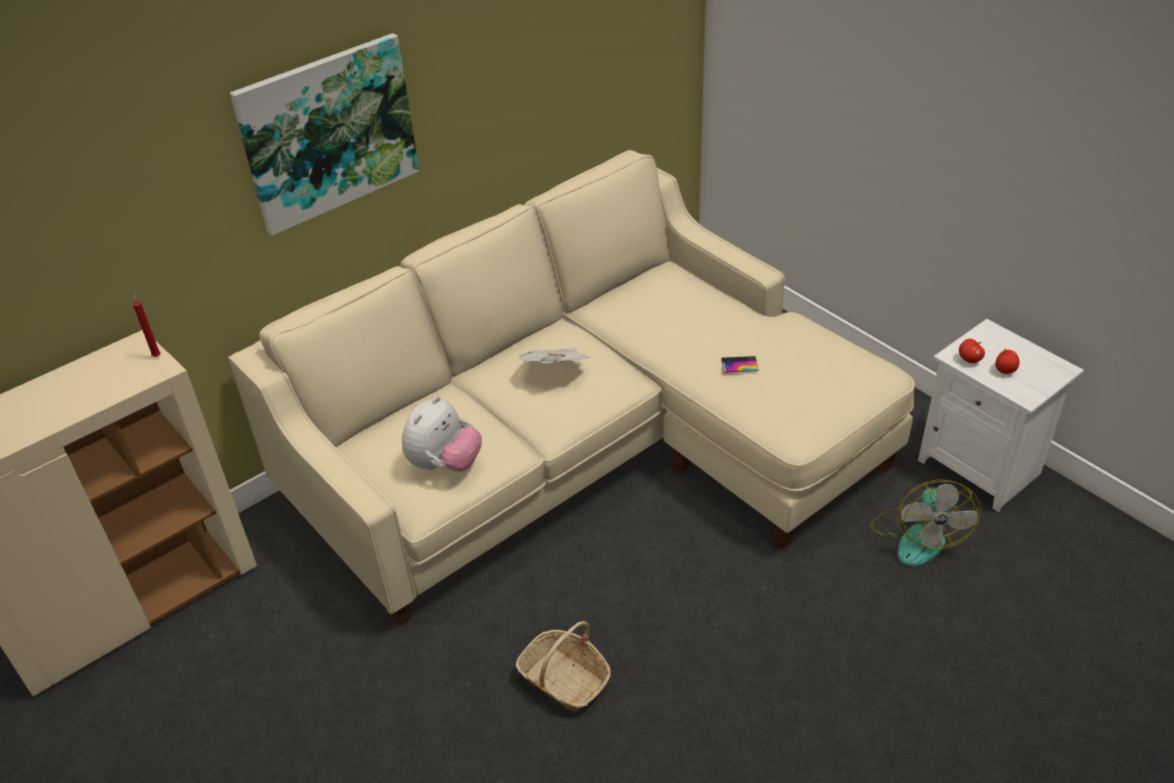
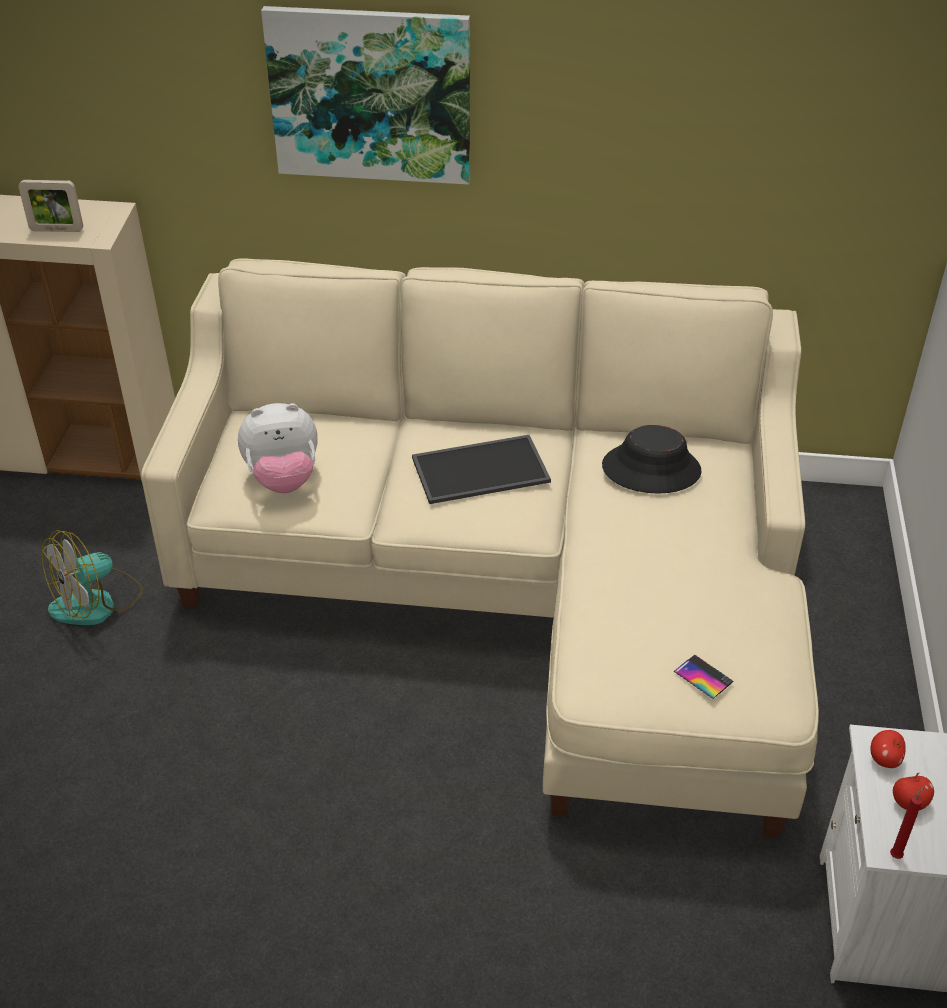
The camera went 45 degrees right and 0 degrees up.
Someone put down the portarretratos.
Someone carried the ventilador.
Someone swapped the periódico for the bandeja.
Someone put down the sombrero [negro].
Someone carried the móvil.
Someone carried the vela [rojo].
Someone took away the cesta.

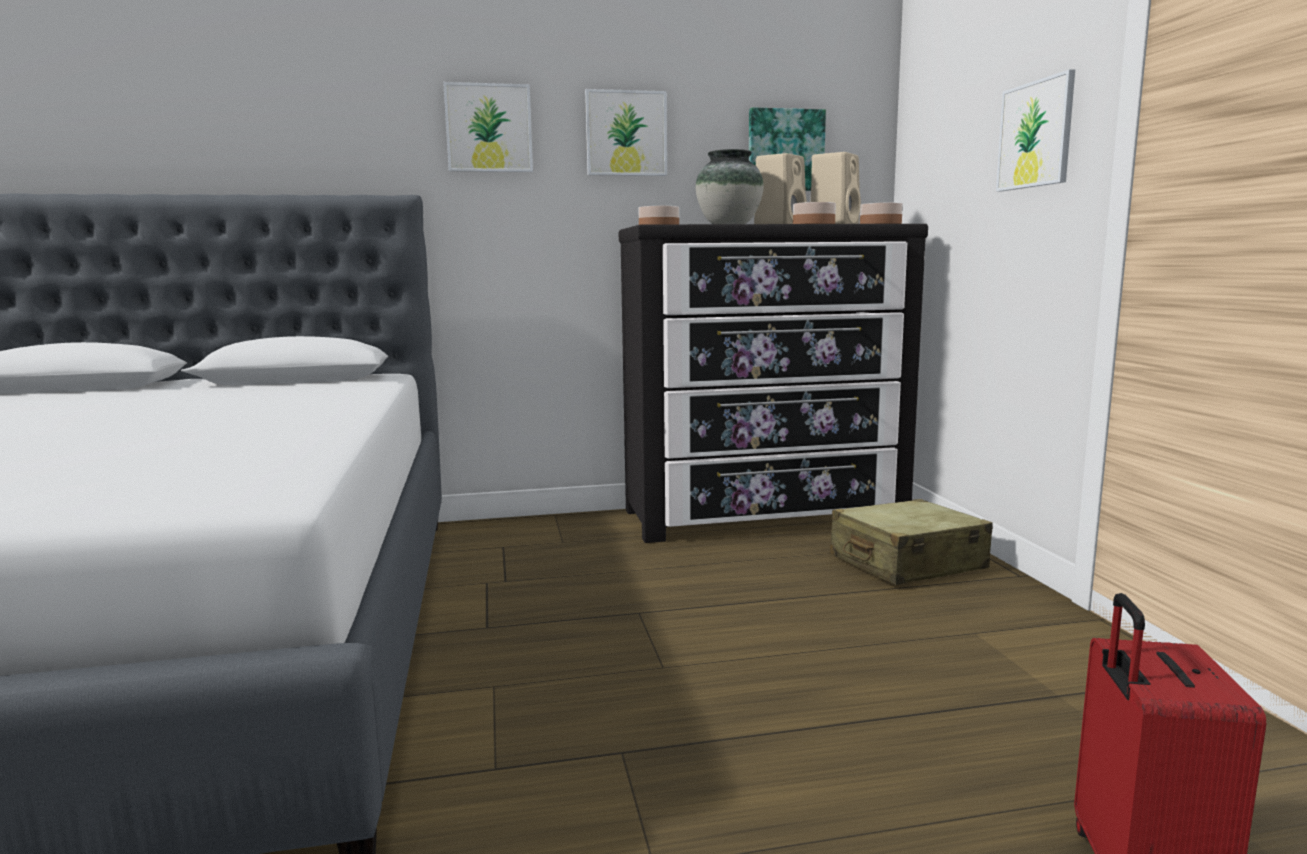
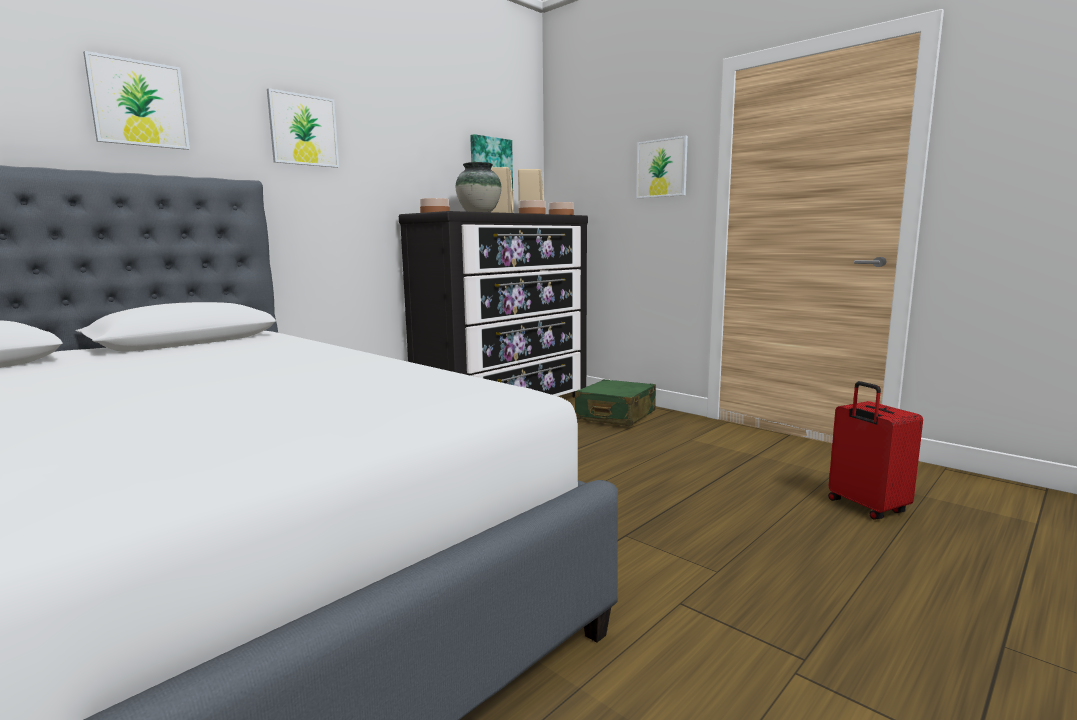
The camera went 35 degrees left and 0 degrees up.
Someone carried the cuadro (2nd from left in the first image).
Someone repainted the maleta [beis], which became the maleta [verde].

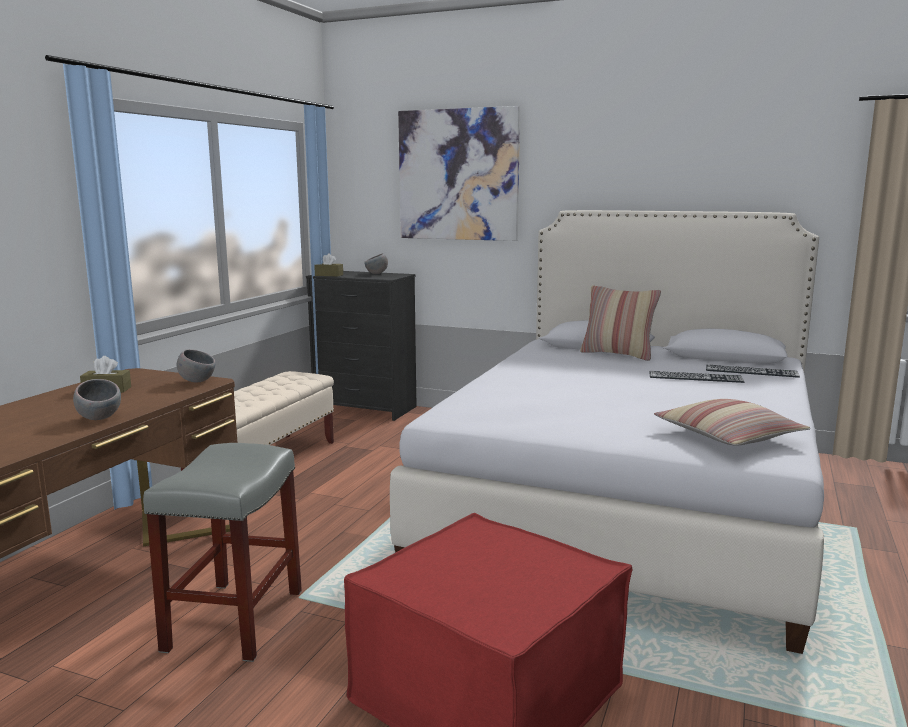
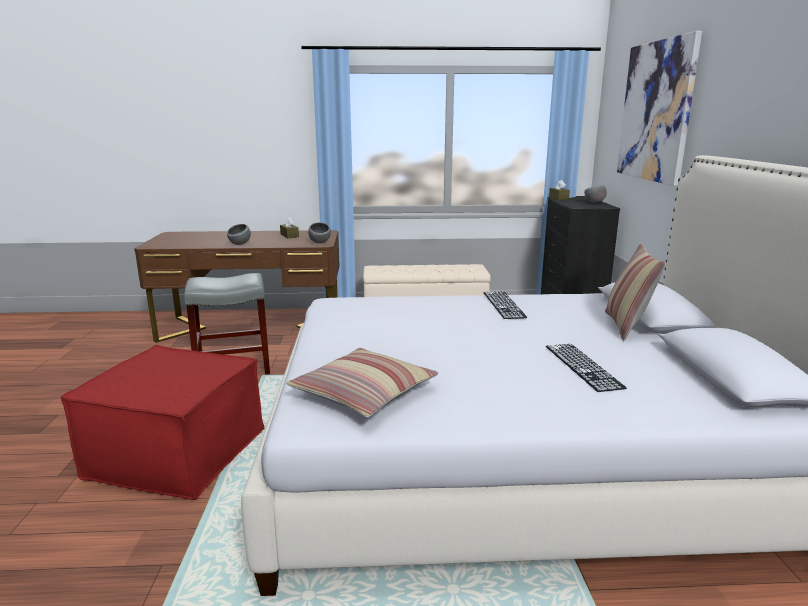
The camera went 65 degrees right and 5 degrees up.
Someone carried the teclado (2nd from left in the first image).

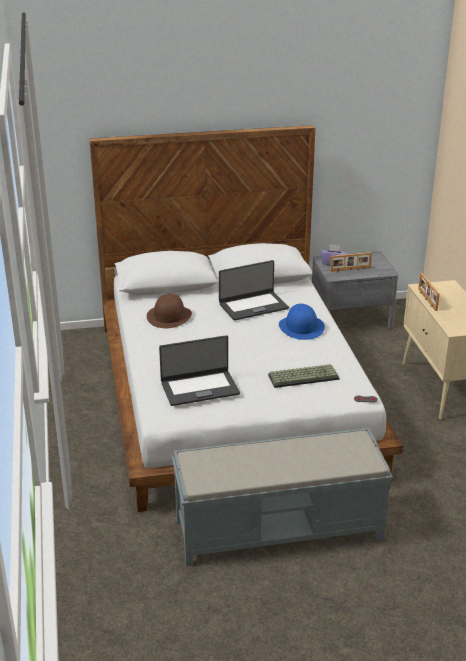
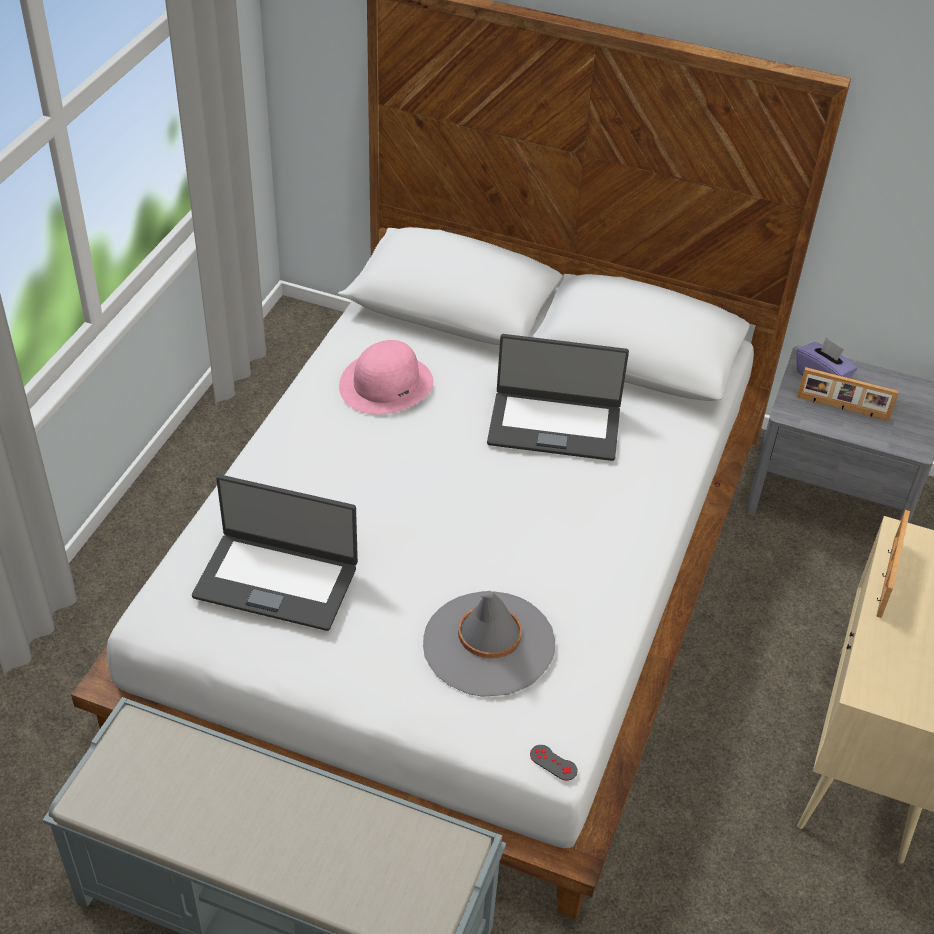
The camera went 30 degrees right and 15 degrees up.
Someone repainted the sombrero [marrón], which became the sombrero [rosa].
Someone swapped the teclado for the sombrero [gris].
Someone took away the sombrero [azul].

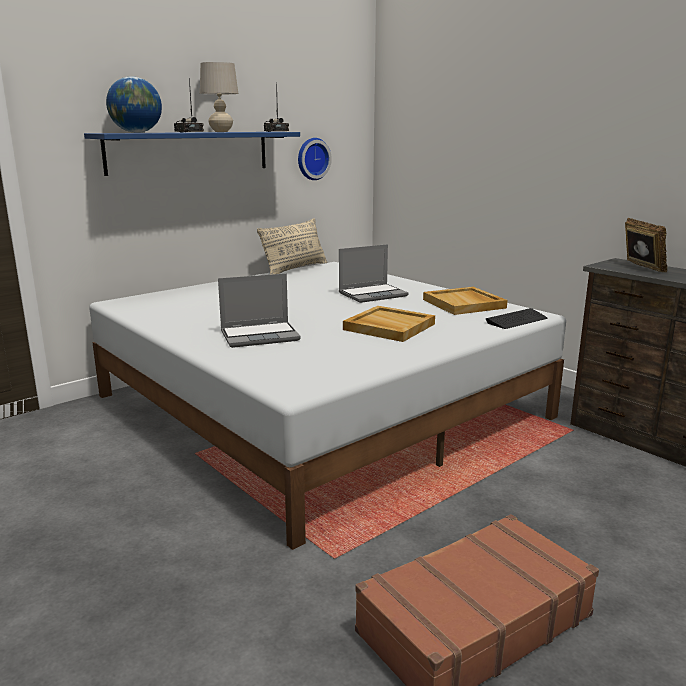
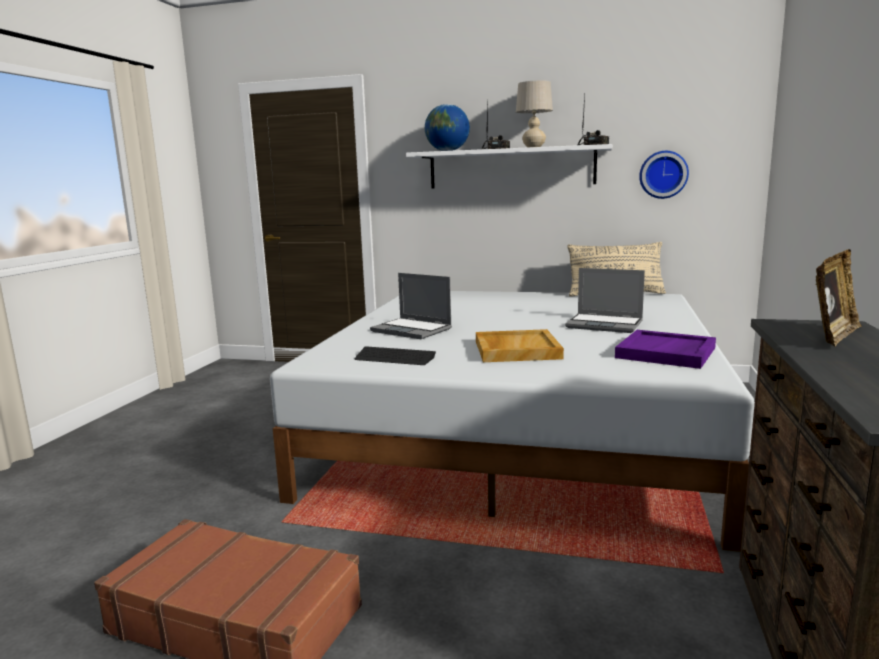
The camera went 55 degrees right and 5 degrees down.
Someone carried the teclado.
Someone repainted the estante [azul], which became the estante [blanco].
Someone repainted the bandeja [beis] (2nd from left), which became the bandeja [morado].

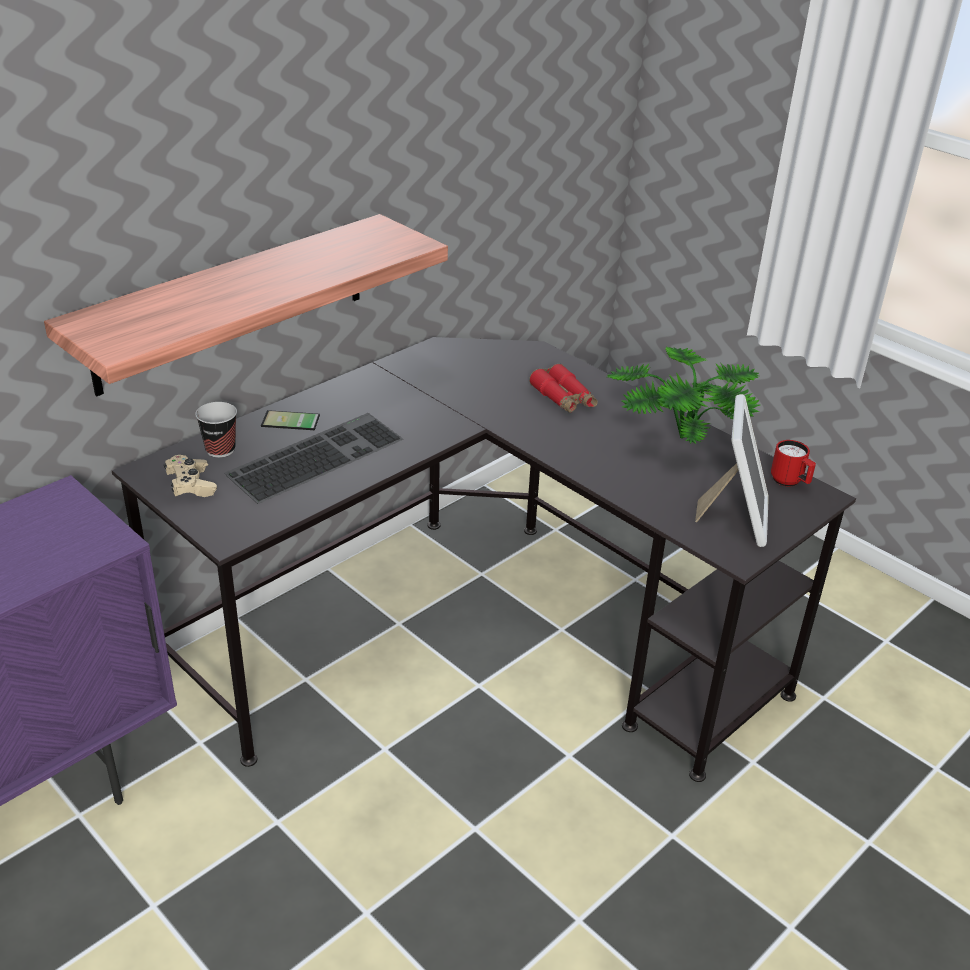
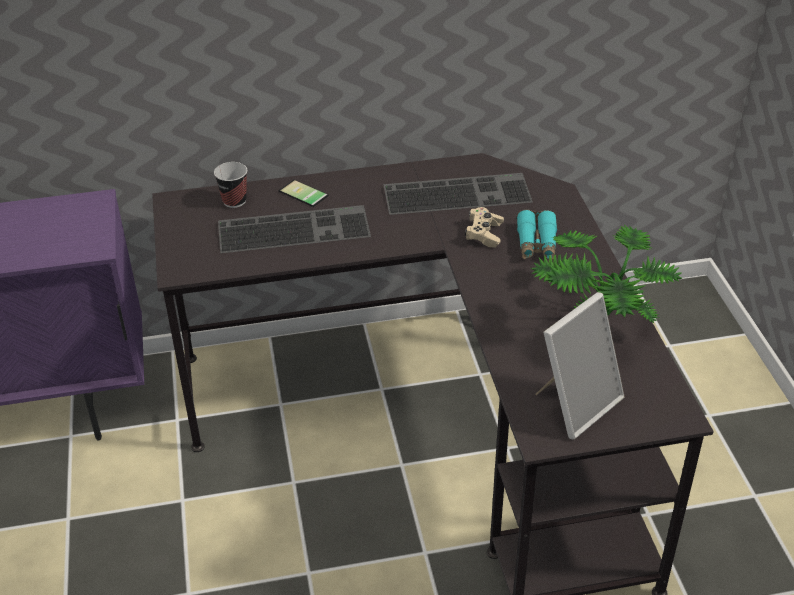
The camera went 35 degrees right and 5 degrees up.
Someone put down the teclado (2nd from left).
Someone carried the mando de consola [beis].
Someone repainted the prismáticos [rojo], which became the prismáticos [turquesa].
Someone took away the estante.
Someone took away the taza grande [rojo].

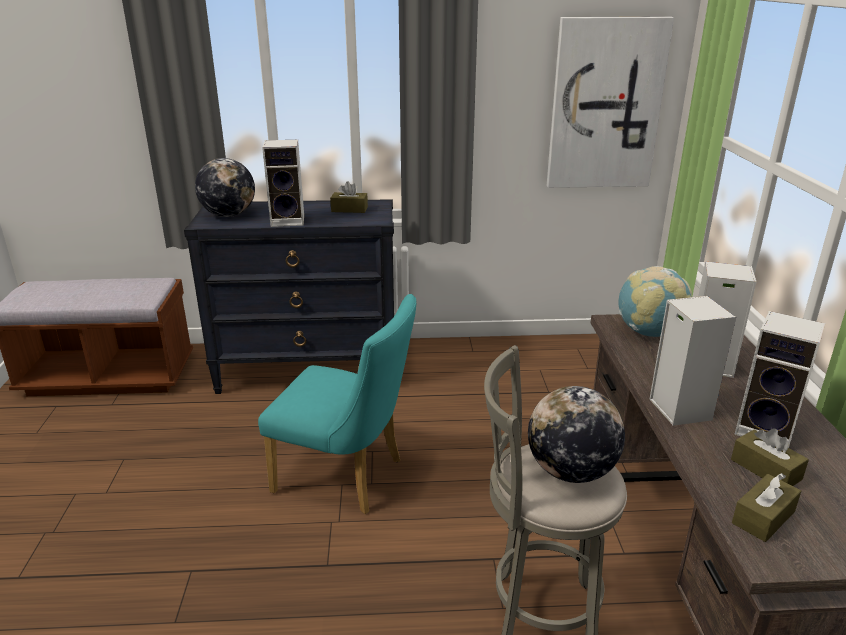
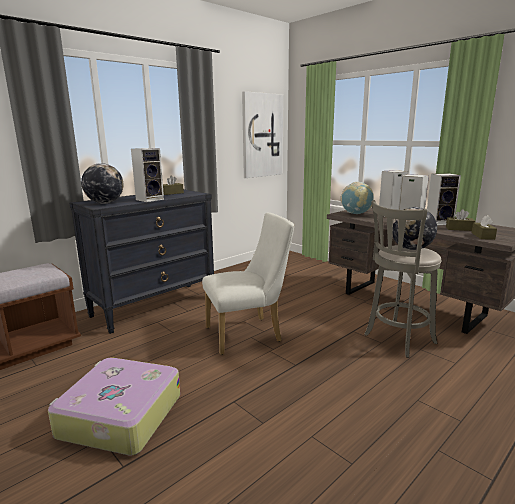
The camera went 40 degrees left and 10 degrees down.
Someone put down the maleta.
Someone repainted the silla [turquesa], which became the silla [blanco].

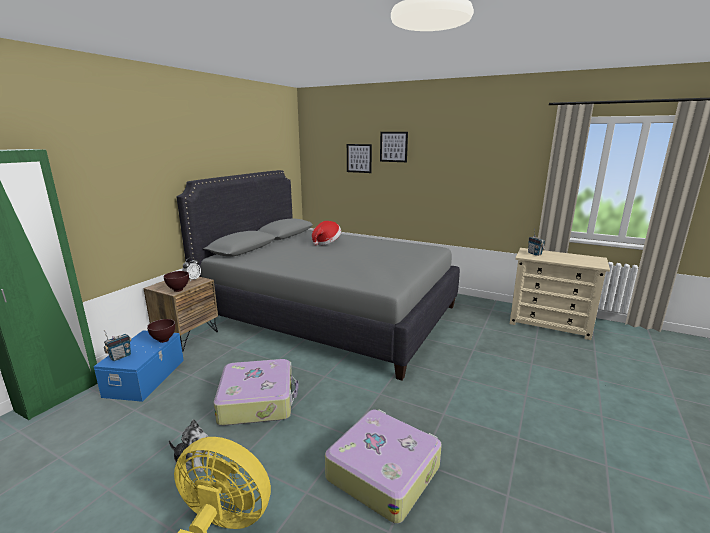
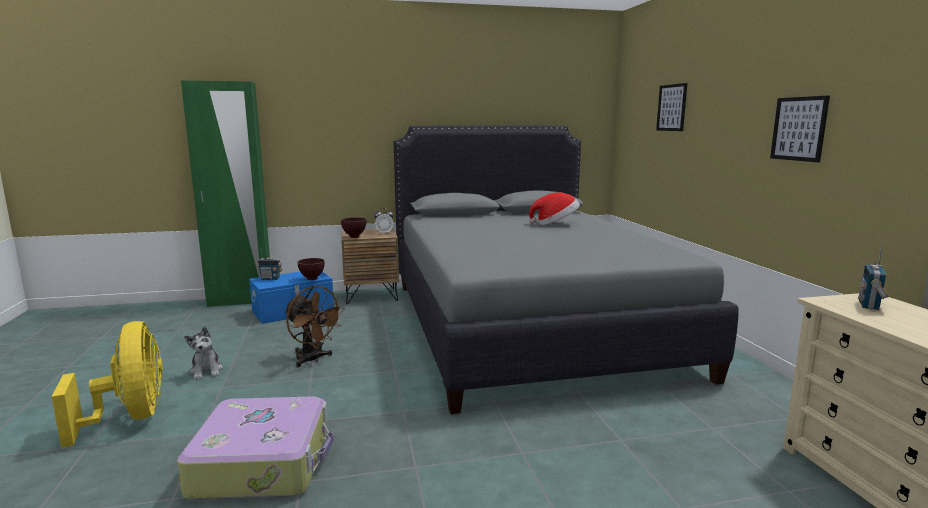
The camera went 50 degrees right and 5 degrees down.
Someone swapped the maleta (1st from left) for the ventilador [marrón].
Someone carried the cuadro (2nd from left).

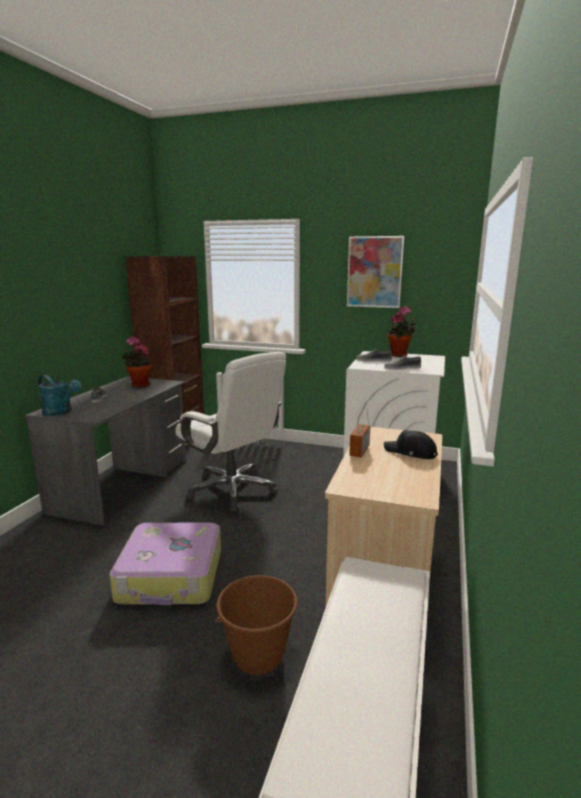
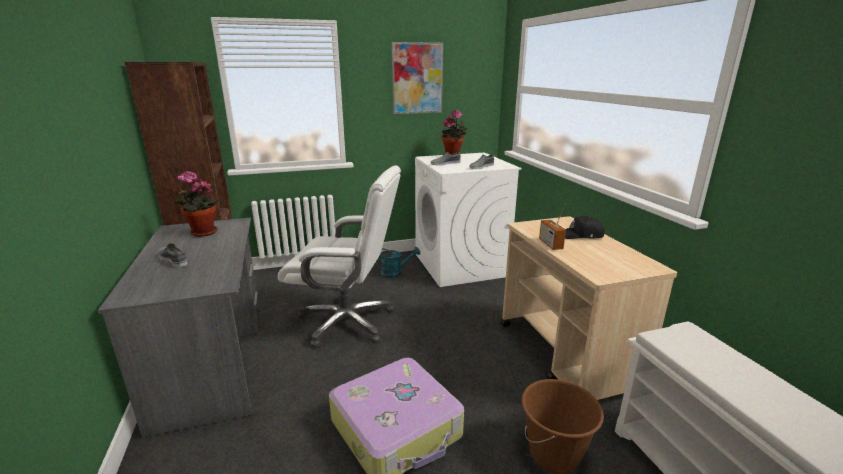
The camera went 35 degrees left and 5 degrees up.
Someone carried the regadera [turquesa].

